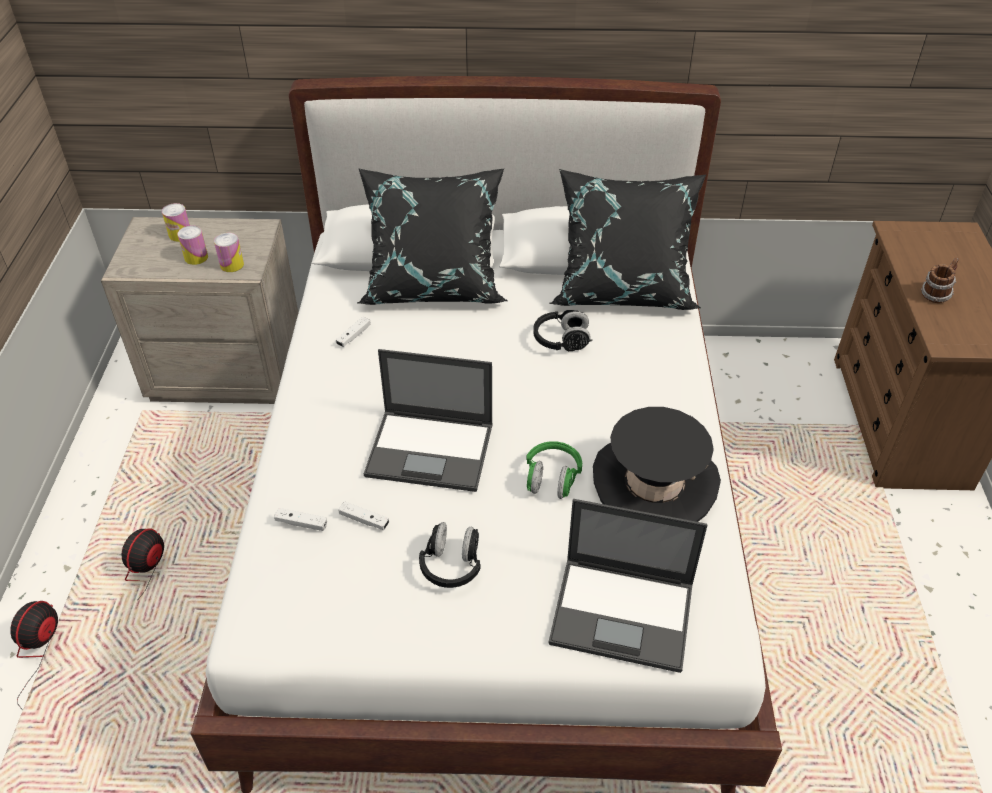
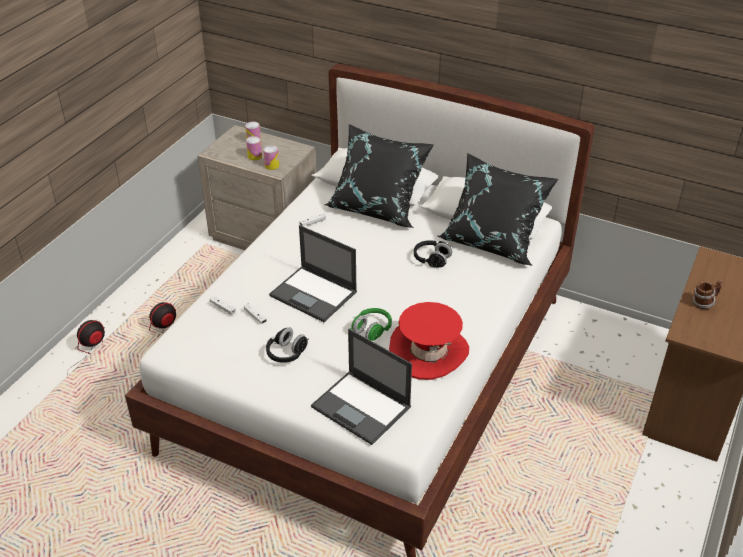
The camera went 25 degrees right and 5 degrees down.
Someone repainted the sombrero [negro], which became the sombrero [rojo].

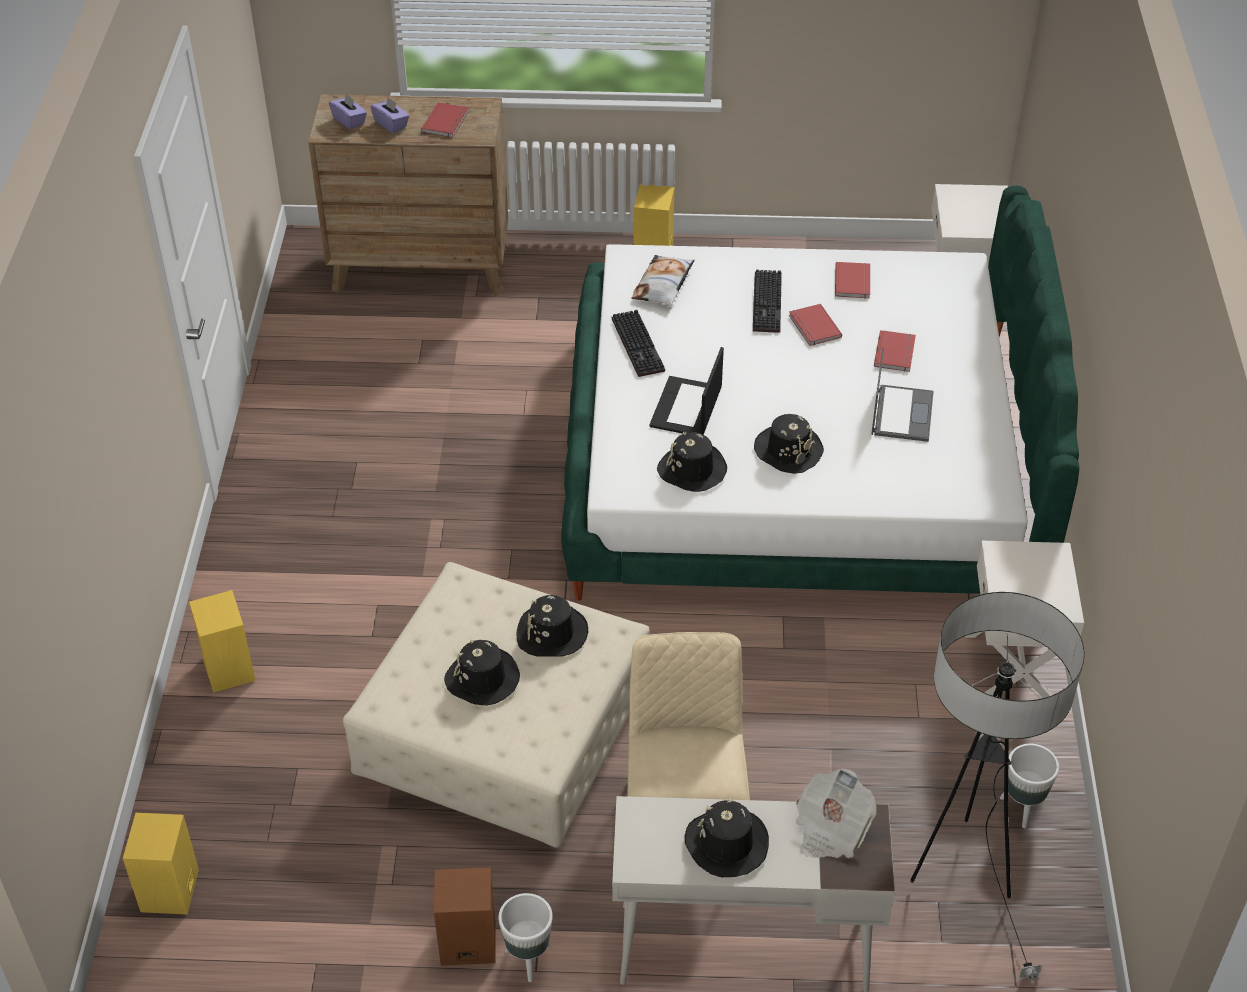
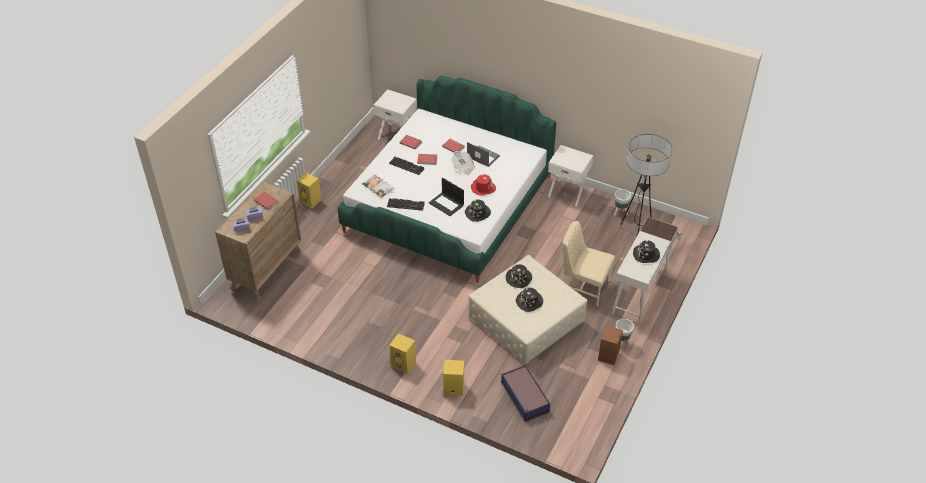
The camera went 65 degrees left and 0 degrees up.
Someone carried the altavoz [amarillo] (1st from left in the first image).
Someone carried the periódico.
Someone repainted the sombrero [negro] (5th from left), which became the sombrero [rojo].
Someone put down the caja de almacenaje.

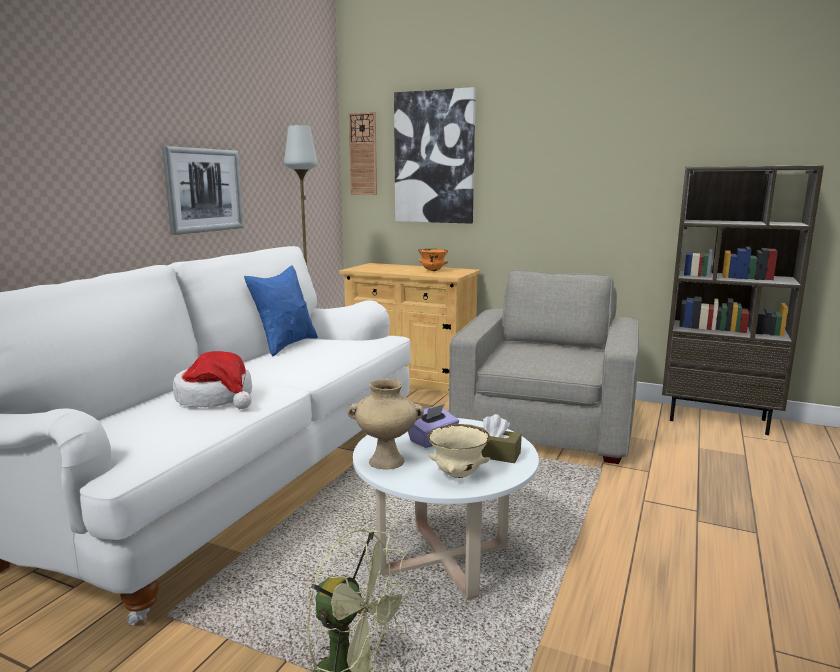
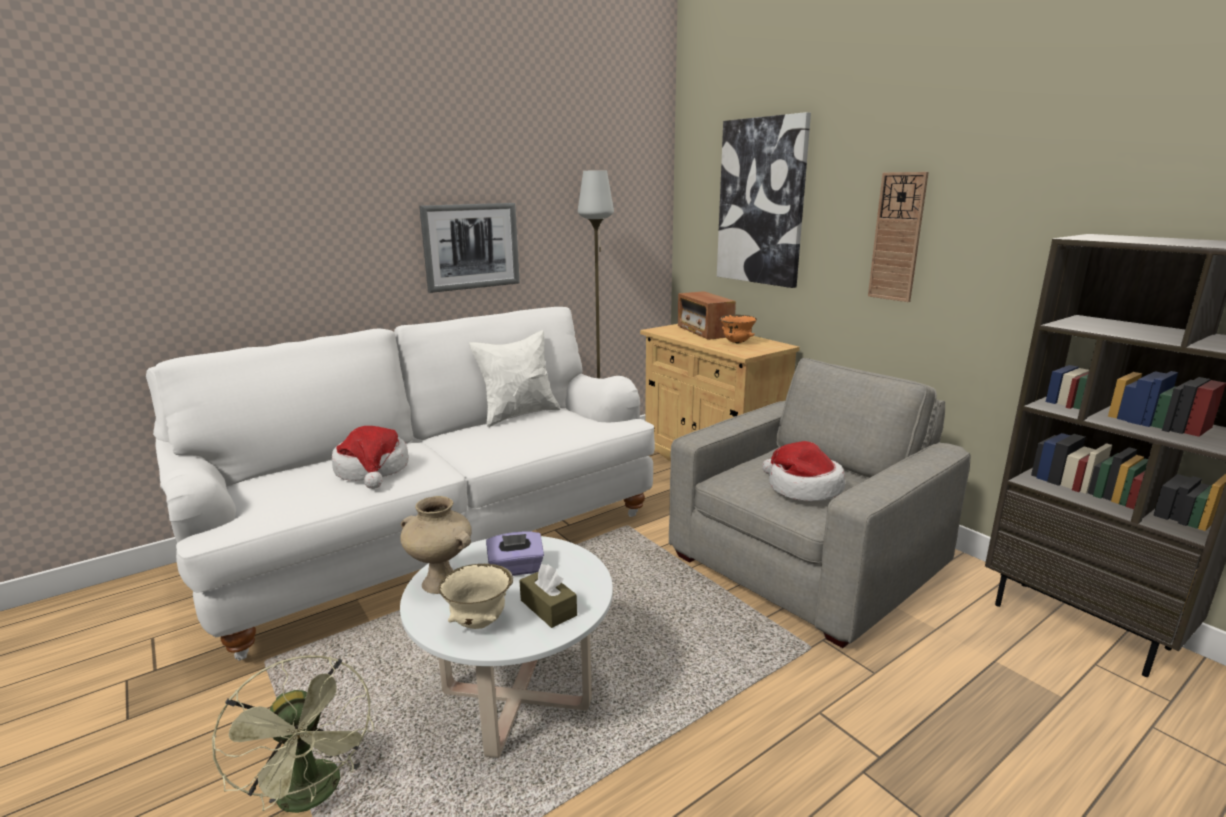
The camera went 30 degrees right and 5 degrees up.
Someone repainted the cojín [azul], which became the cojín [blanco].
Someone put down the radio.
Someone put down the sombrero (2nd from left).
Someone carried the reloj de pared.

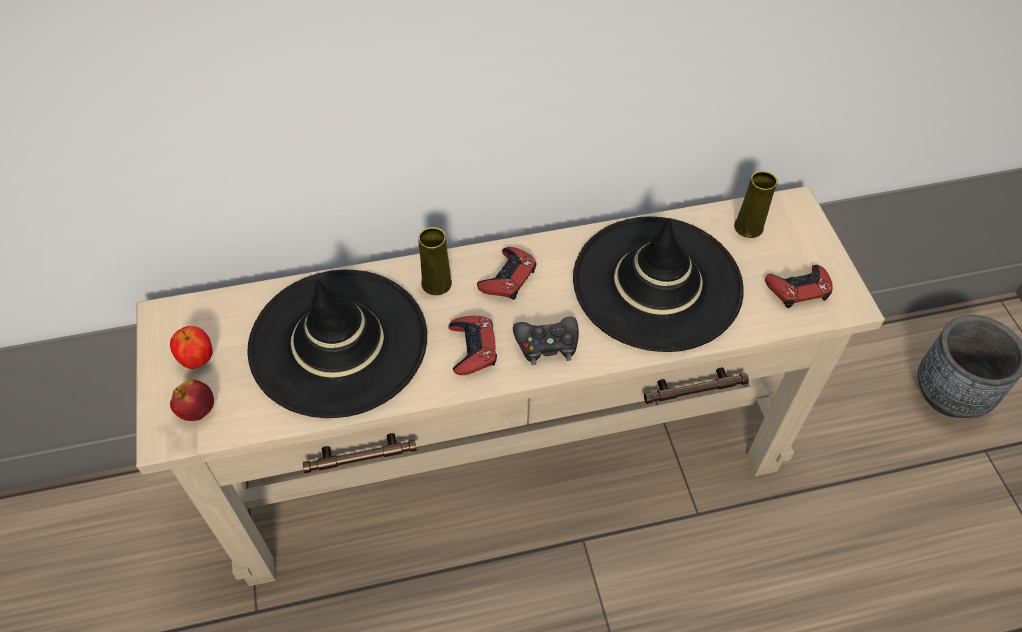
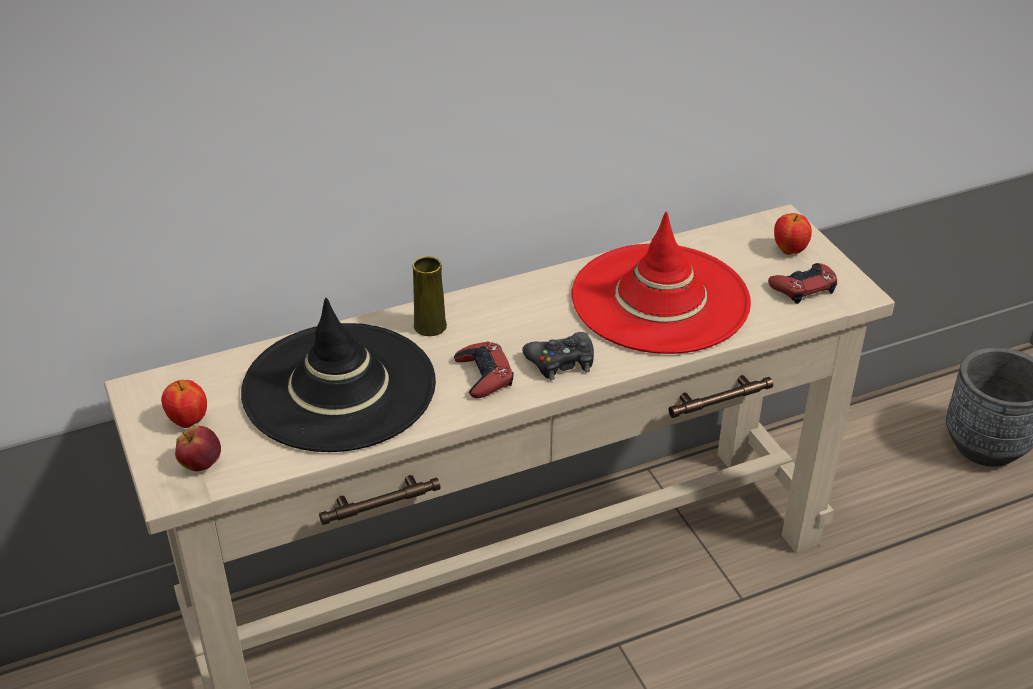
The camera went 10 degrees left and 15 degrees down.
Someone repainted the sombrero [negro] (2nd from left), which became the sombrero [rojo].
Someone put down the manzana (3rd from left).
Someone took away the mando de consola [rojo] (2nd from left).
Someone took away the florero [amarillo] (2nd from left).

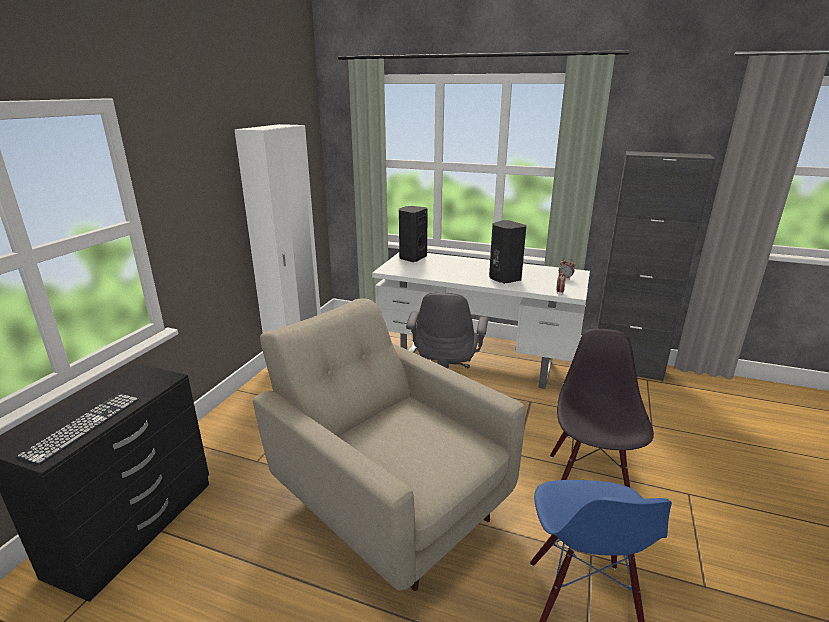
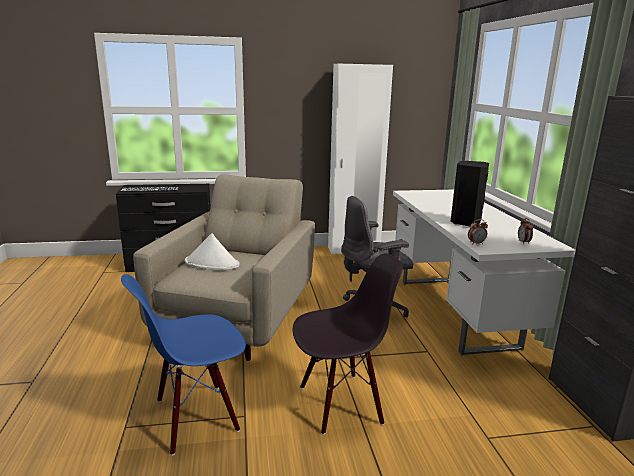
The camera went 60 degrees right and 5 degrees down.
Someone put down the sombrero [blanco].
Someone took away the altavoz [negro] (1st from left).

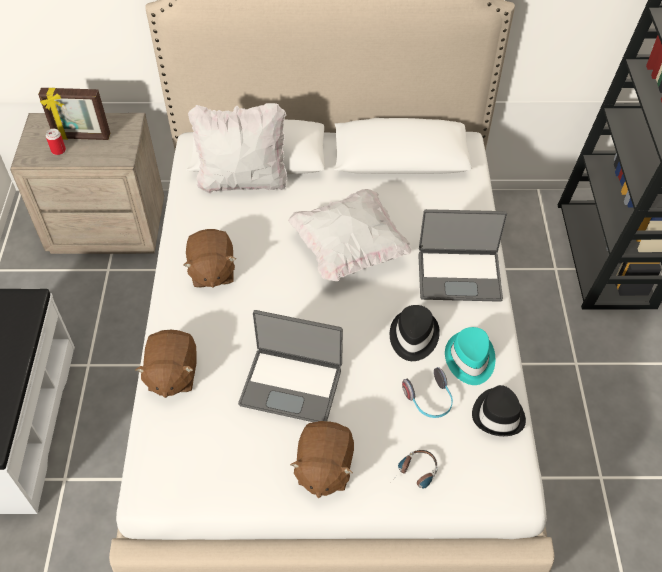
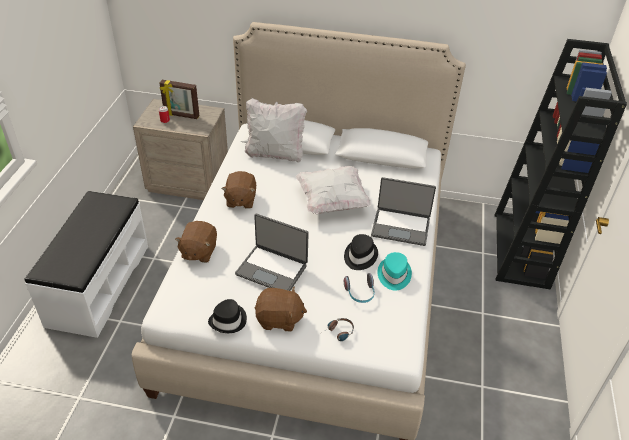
The camera went 10 degrees right and 10 degrees down.
Someone carried the sombrero [negro] (2nd from left in the first image).
Someone rotated the peluche [marrón] (3rd from left) by 105 degrees counterclockwise.

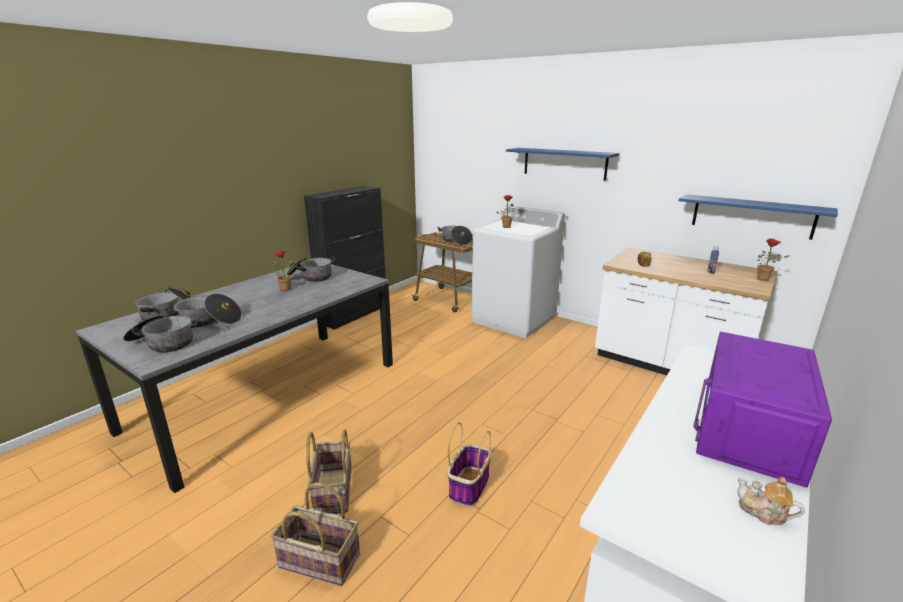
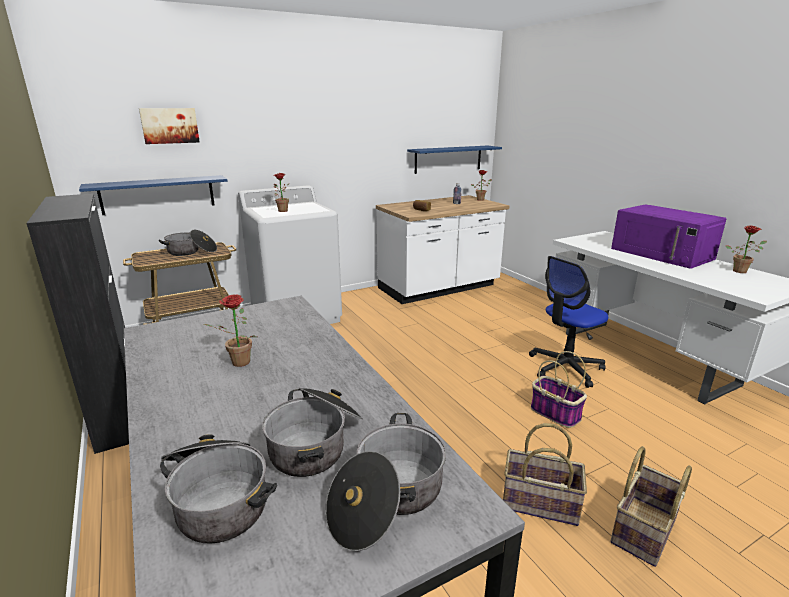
The camera went 65 degrees left and 0 degrees up.
Someone carried the estante [azul] (1st from left).
Someone put up the cuadro.
Someone put down the silla de oficina.
Someone swapped the tetera for the planta en maceta (4th from left).
Someone took away the olla (4th from left).

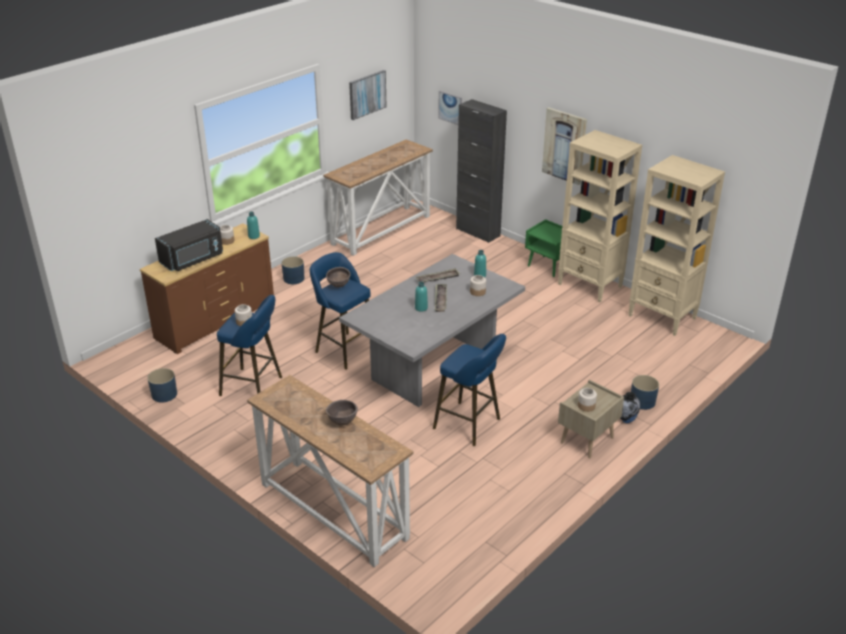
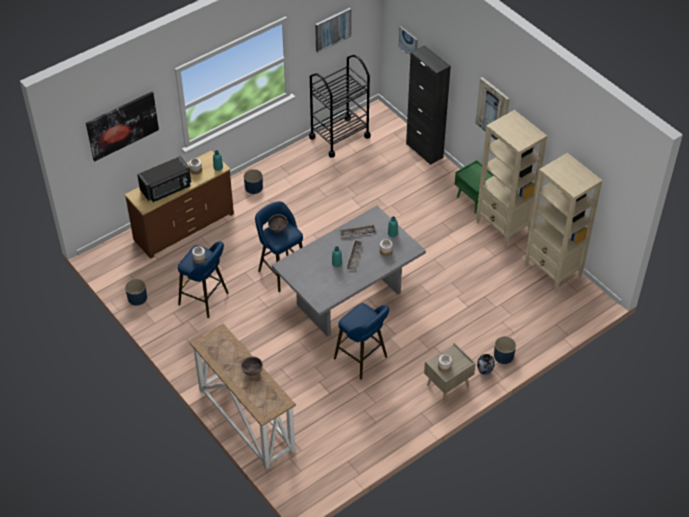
The camera went 10 degrees right and 15 degrees up.
Someone put up the cuadro (1st from left).
Someone swapped the mesa consola (2nd from left) for the carrito [negro].

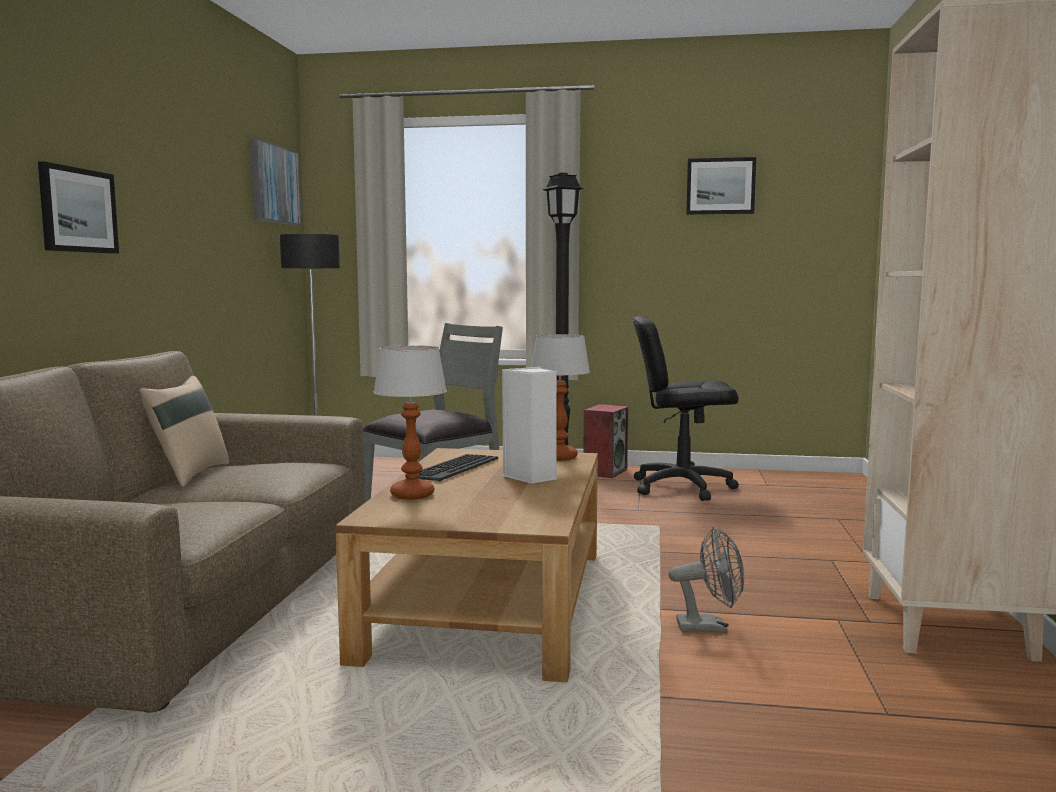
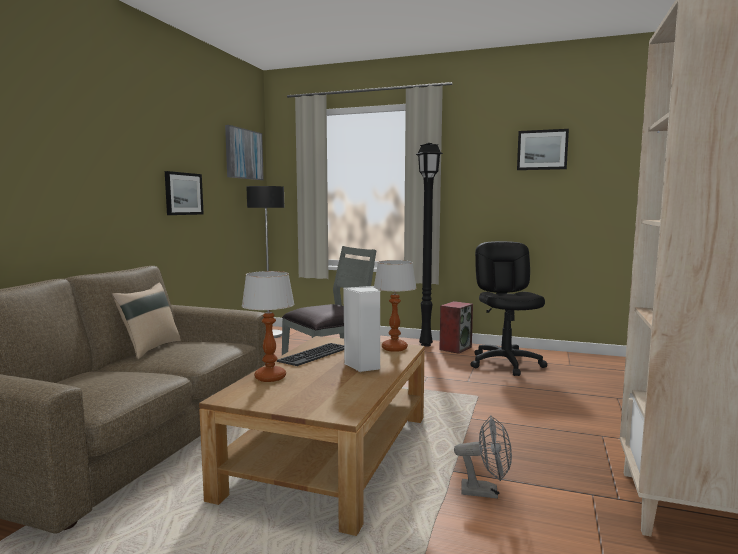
The camera went 10 degrees right and 0 degrees up.
Someone carried the cuadro (1st from left).
Someone rotated the silla de oficina [negro] by 75 degrees clockwise.

